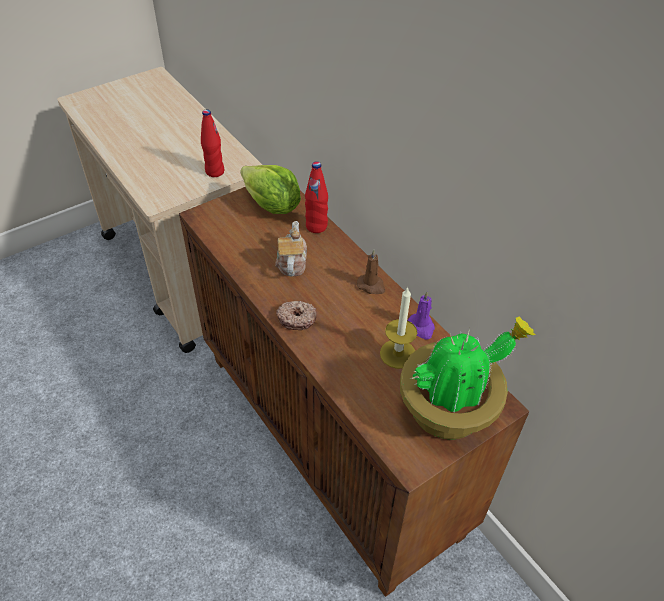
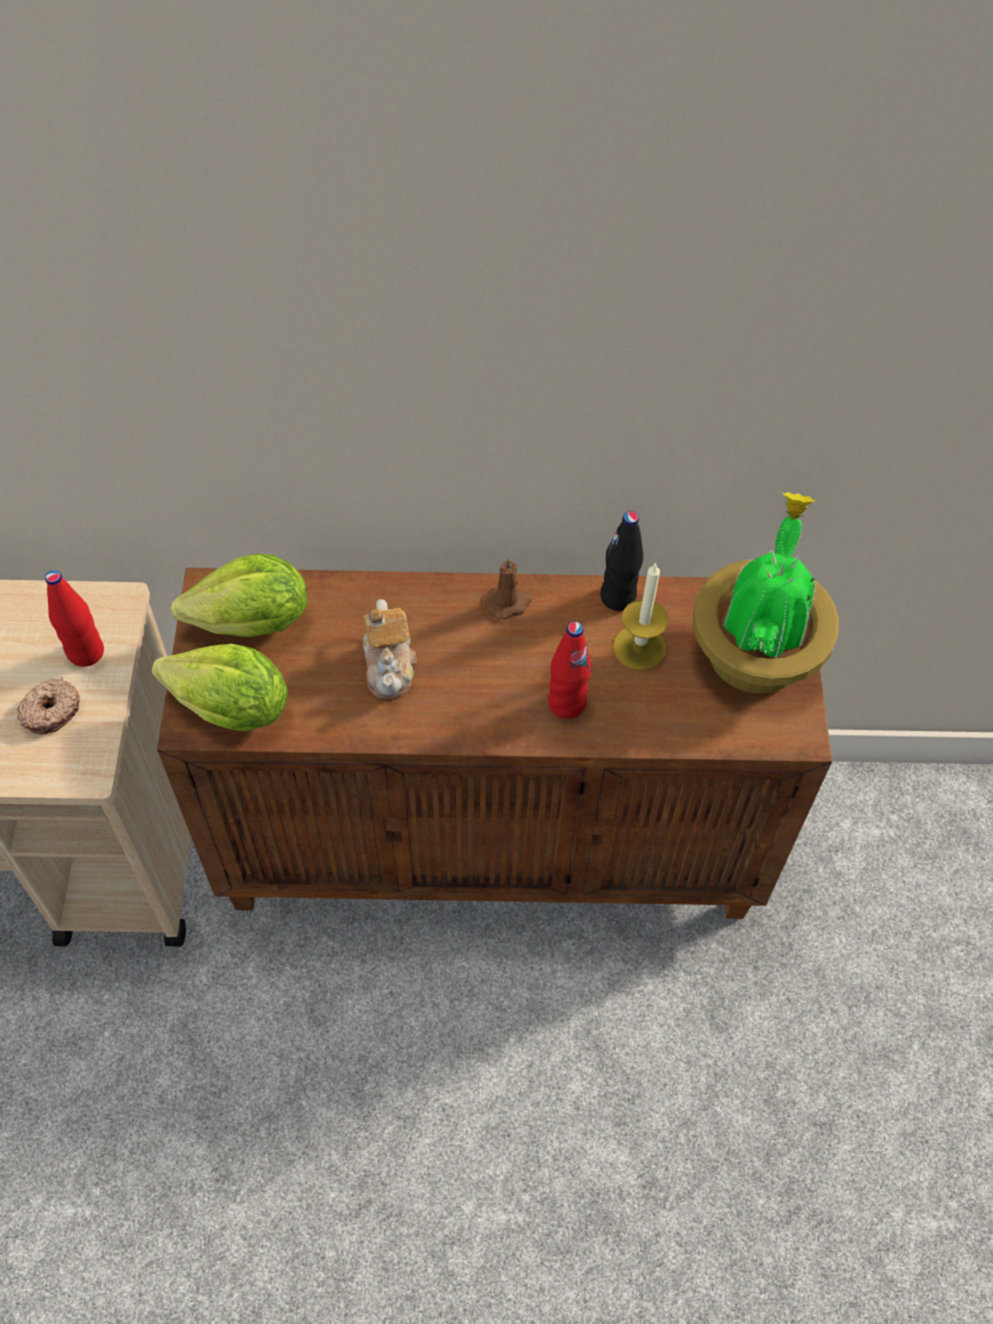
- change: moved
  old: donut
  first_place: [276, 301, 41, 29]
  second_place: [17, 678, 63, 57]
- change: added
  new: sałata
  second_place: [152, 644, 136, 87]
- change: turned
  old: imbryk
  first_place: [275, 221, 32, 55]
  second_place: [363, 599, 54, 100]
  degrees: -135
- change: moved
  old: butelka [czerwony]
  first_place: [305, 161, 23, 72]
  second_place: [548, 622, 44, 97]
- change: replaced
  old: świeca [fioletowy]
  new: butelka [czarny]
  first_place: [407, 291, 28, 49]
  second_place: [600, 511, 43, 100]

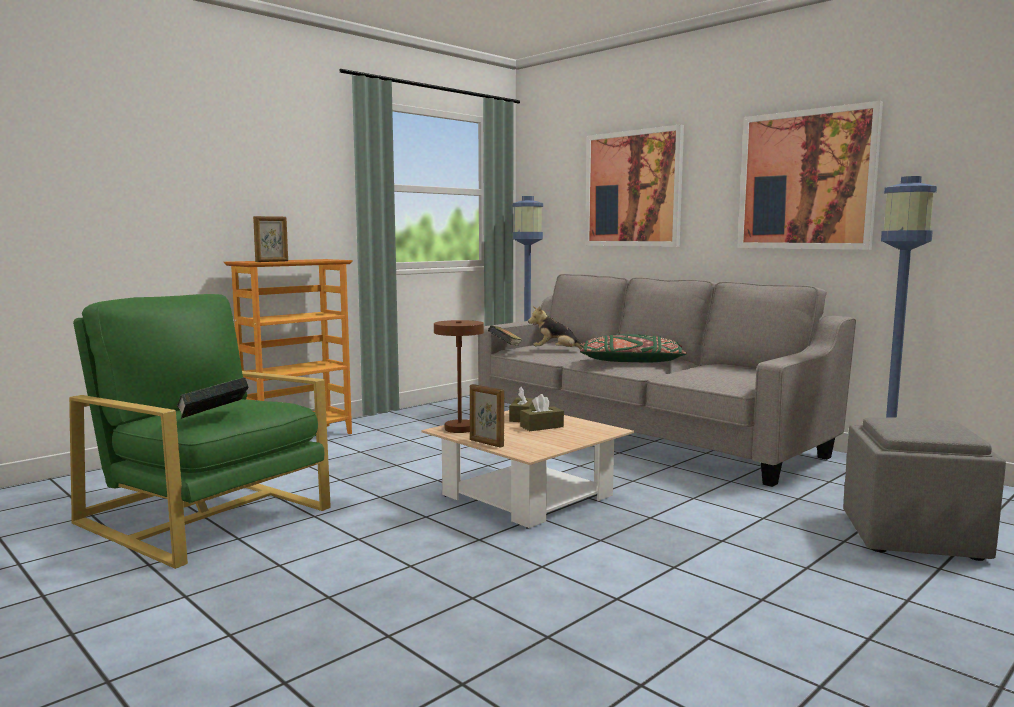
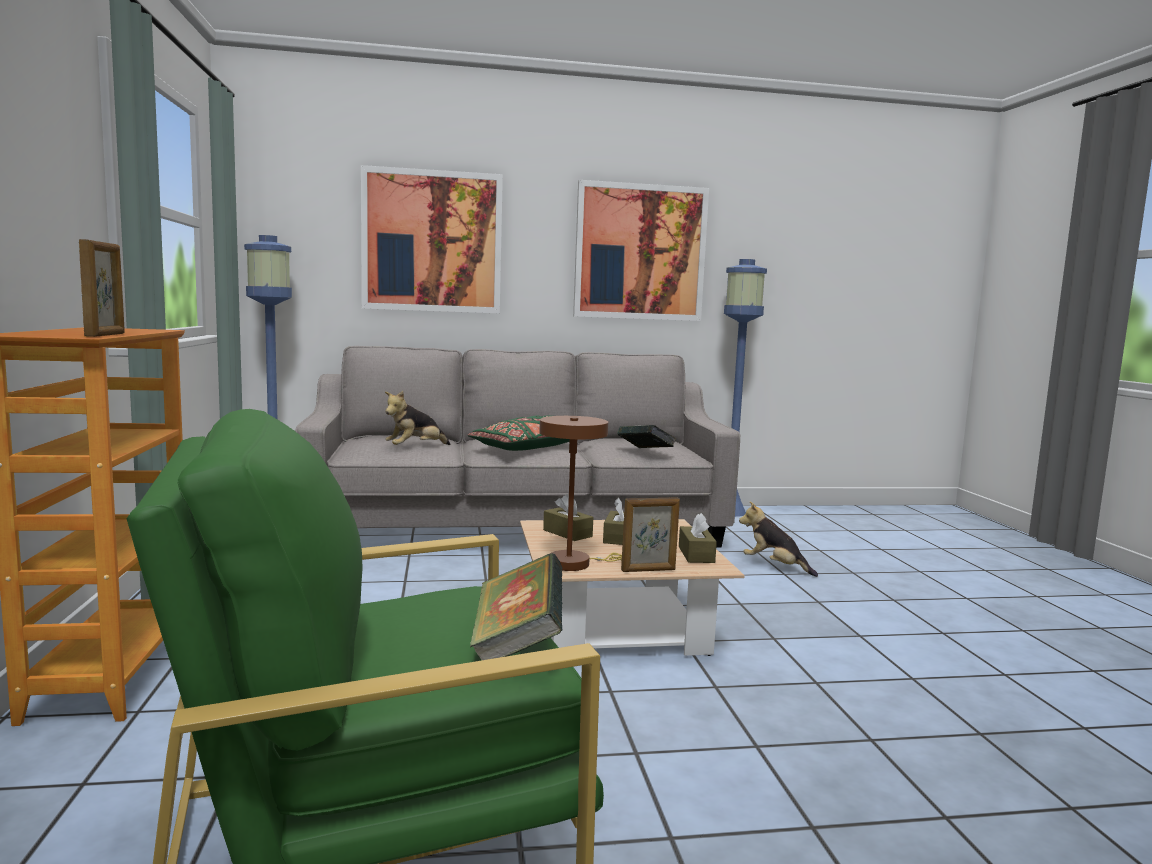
- change: moved
  old: książka
  first_place: [488, 325, 35, 21]
  second_place: [617, 425, 59, 23]
- change: added
  new: pudełko chusteczek [brązowy]
  second_place: [679, 513, 38, 50]
- change: added
  new: pluszak
  second_place: [739, 502, 79, 75]
- change: removed
  old: pufa [szary]
  first_place: [843, 417, 163, 144]

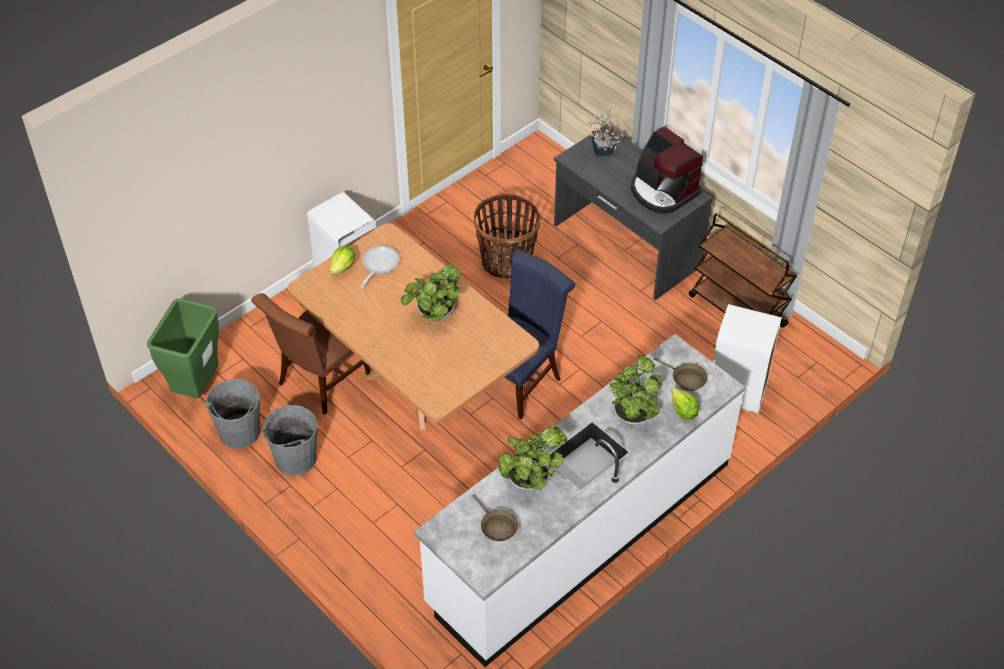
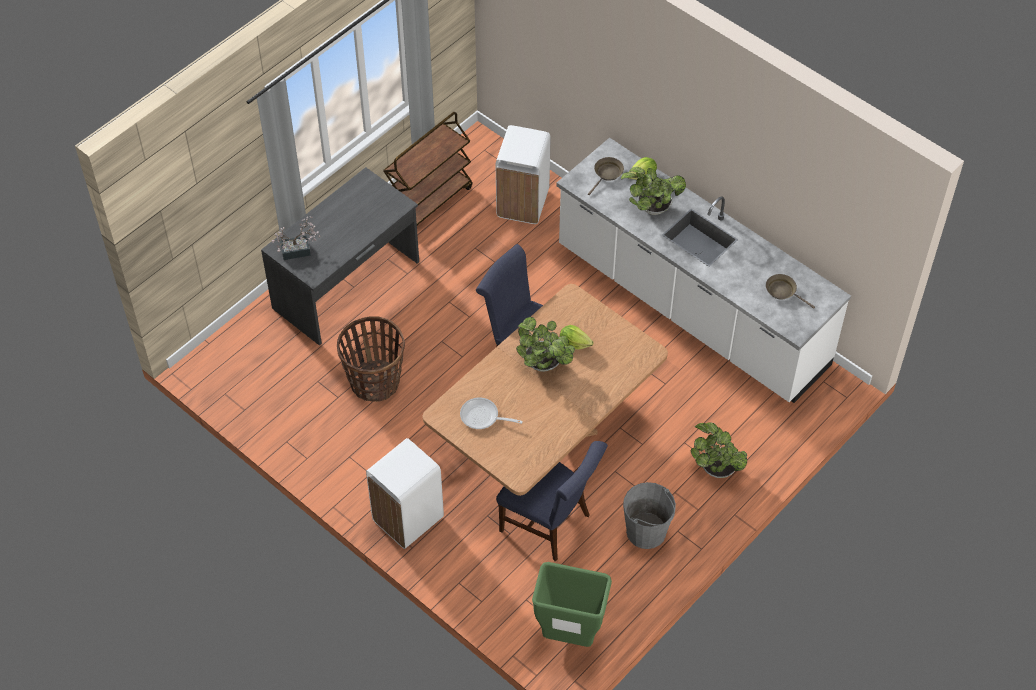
- change: recoloured
  old: krzesło [brązowy]
  new: krzesło [niebieski]
  first_place: [251, 293, 119, 122]
  second_place: [496, 441, 112, 120]
- change: moved
  old: sałata
  first_place: [330, 246, 25, 29]
  second_place: [560, 325, 33, 25]
- change: moved
  old: roślina doniczkowa
  first_place: [499, 427, 68, 64]
  second_place: [691, 422, 56, 56]
- change: turned
  old: patelnia [brązowy]
  first_place: [473, 495, 45, 46]
  second_place: [766, 274, 49, 34]
  degrees: -105
- change: removed
  old: wiadro [szary]
  first_place: [206, 379, 54, 70]
- change: removed
  old: ekspres do kawy
  first_place: [631, 126, 72, 88]

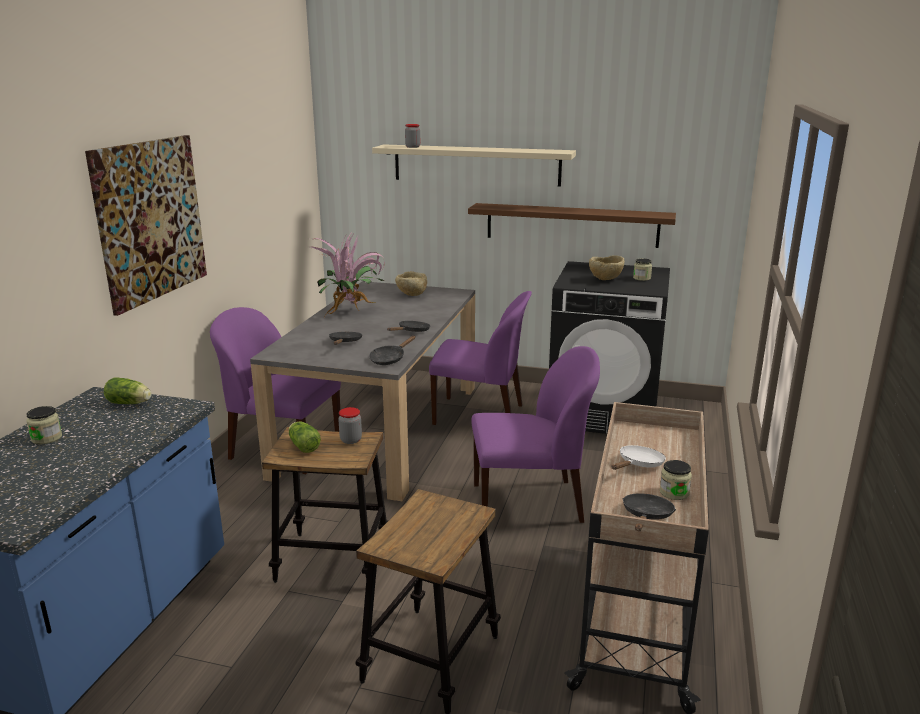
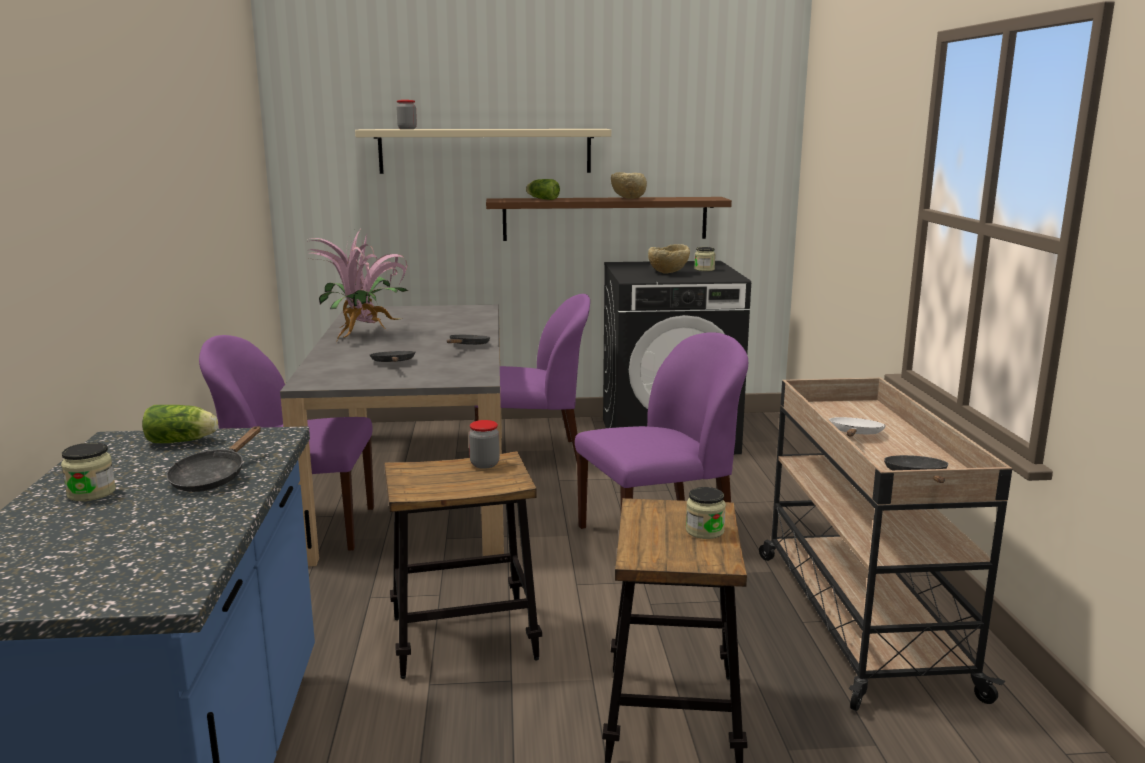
- change: moved
  old: patelnia [czarny]
  first_place: [369, 336, 47, 29]
  second_place: [166, 426, 95, 66]
- change: moved
  old: sałata
  first_place: [289, 421, 32, 32]
  second_place: [526, 179, 34, 21]
- change: moved
  old: miska [beżowy]
  first_place: [395, 271, 32, 25]
  second_place: [611, 172, 36, 27]
- change: moved
  old: słoik
  first_place: [660, 460, 32, 40]
  second_place: [686, 487, 40, 52]
- change: removed
  old: obraz
  first_place: [85, 135, 122, 181]

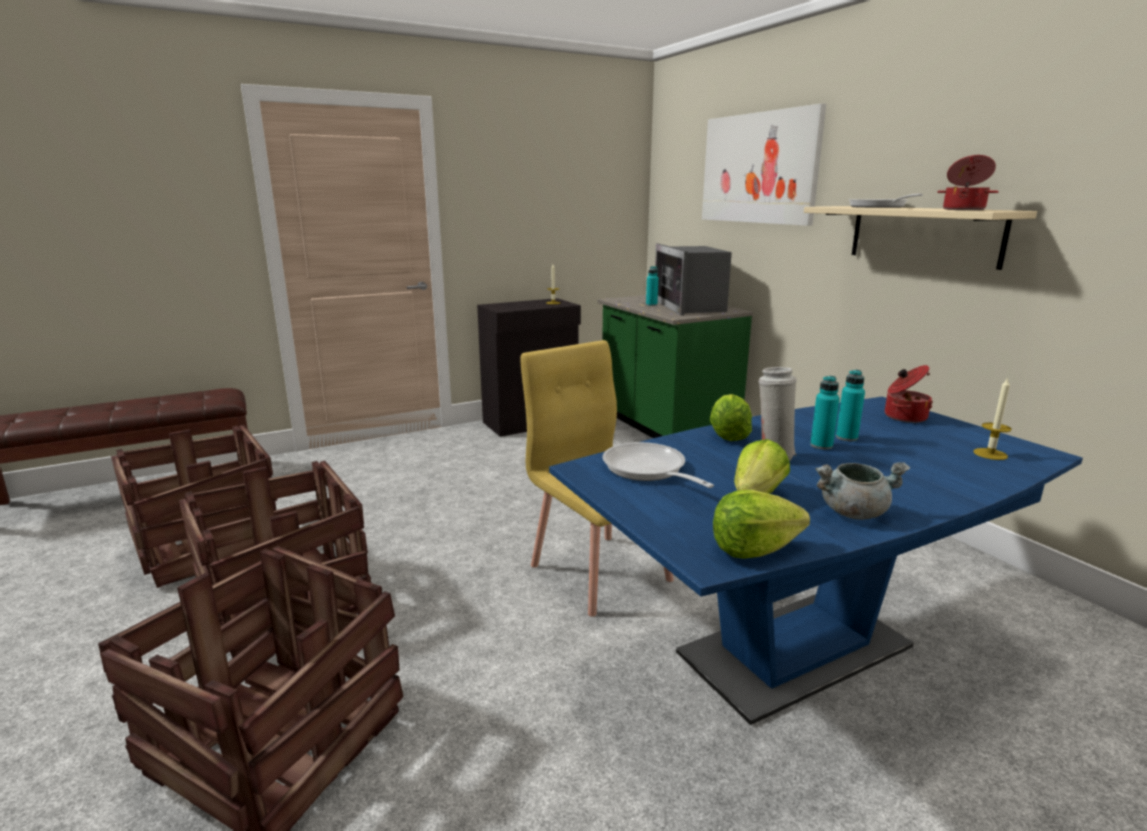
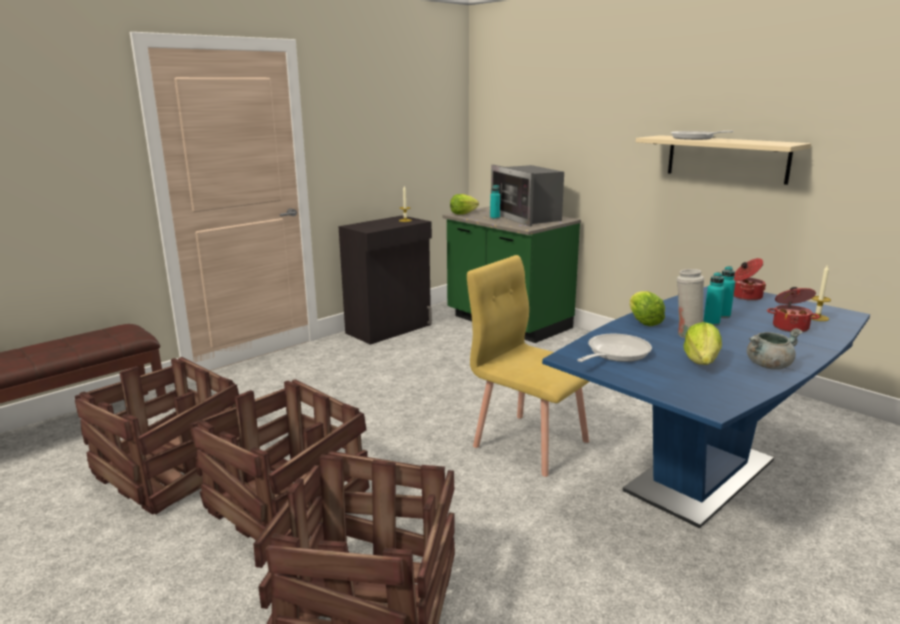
- change: moved
  old: sałata
  first_place: [713, 490, 97, 69]
  second_place: [450, 194, 29, 21]
- change: turned
  old: patelnia
  first_place: [602, 442, 112, 46]
  second_place: [577, 334, 75, 28]
  degrees: 90
- change: moved
  old: garnek
  first_place: [937, 155, 62, 55]
  second_place: [767, 287, 53, 45]
- change: removed
  old: obraz
  first_place: [702, 103, 124, 123]

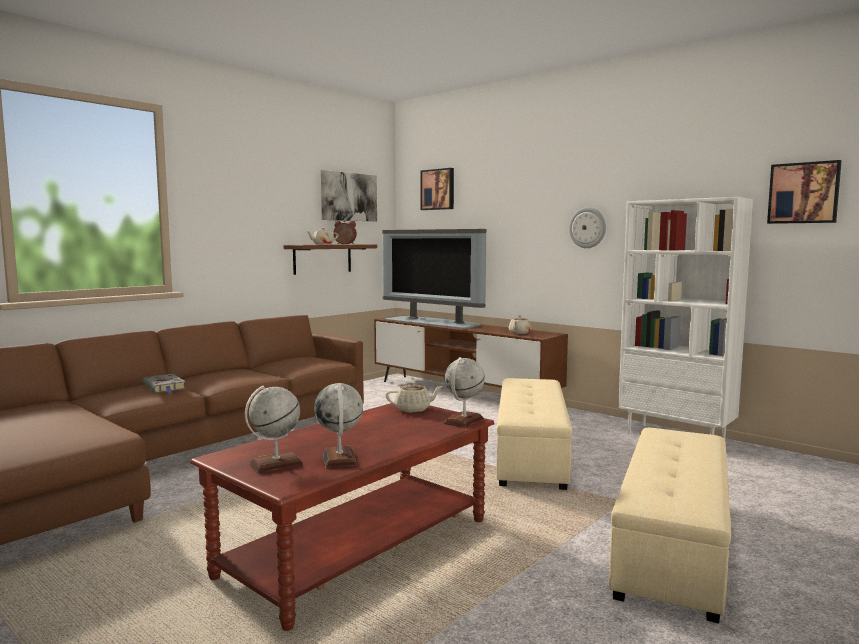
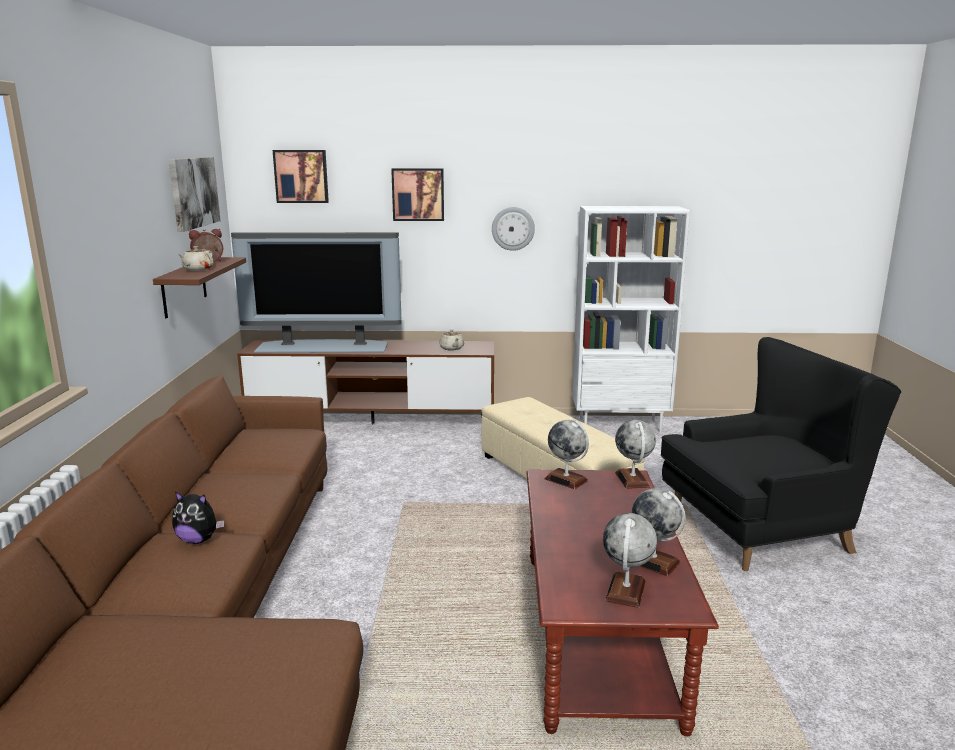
- change: replaced
  old: książka [szary]
  new: pluszak
  first_place: [142, 374, 44, 20]
  second_place: [172, 491, 52, 53]
- change: moved
  old: obraz
  first_place: [767, 160, 75, 64]
  second_place: [391, 168, 53, 53]
- change: replaced
  old: imbryk [beżowy]
  new: globus
  first_place: [386, 382, 57, 30]
  second_place: [544, 420, 45, 69]
- change: replaced
  old: pufa [beżowy]
  new: fotel [czarny]
  first_place: [609, 428, 122, 195]
  second_place: [661, 337, 240, 234]

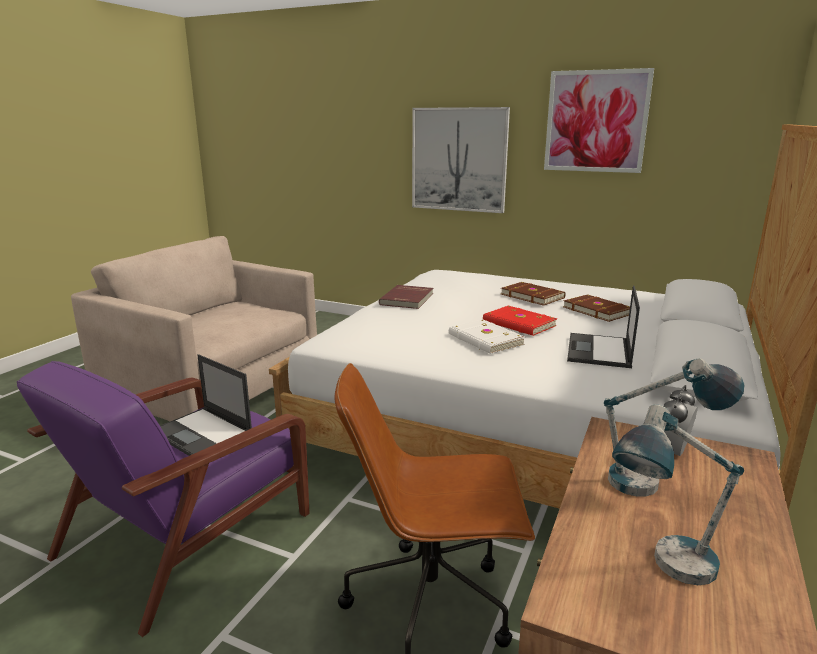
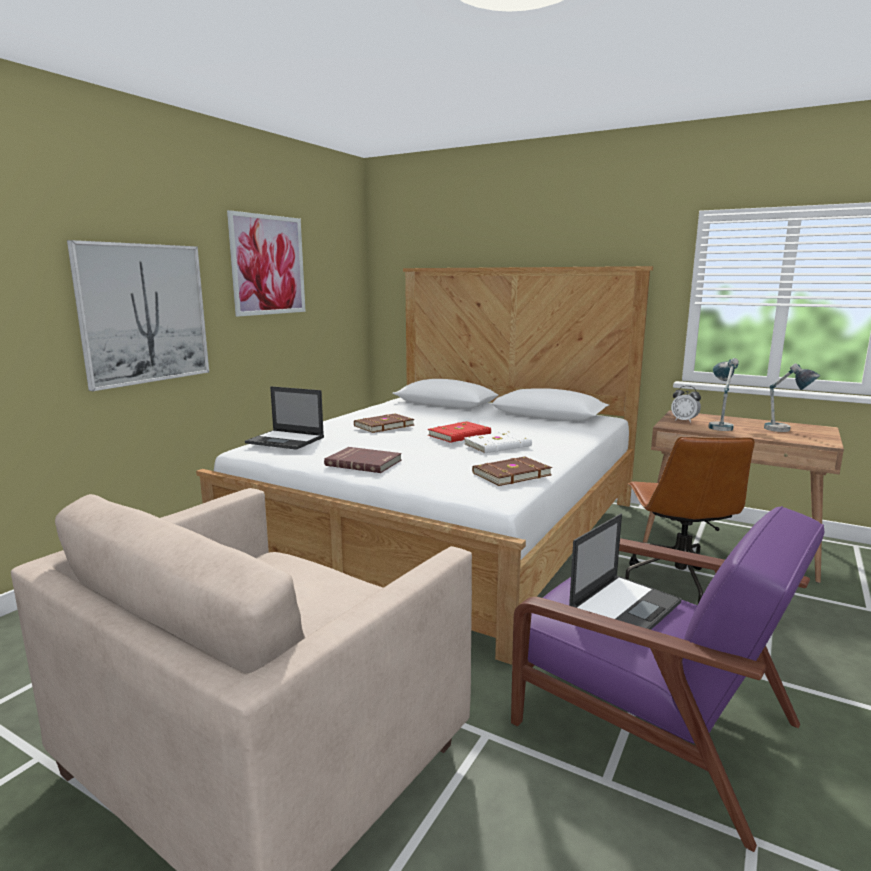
- change: moved
  old: laptop
  first_place: [567, 286, 73, 82]
  second_place: [245, 386, 79, 64]
- change: moved
  old: książka [brązowy]
  first_place: [563, 294, 67, 28]
  second_place: [472, 457, 80, 29]

